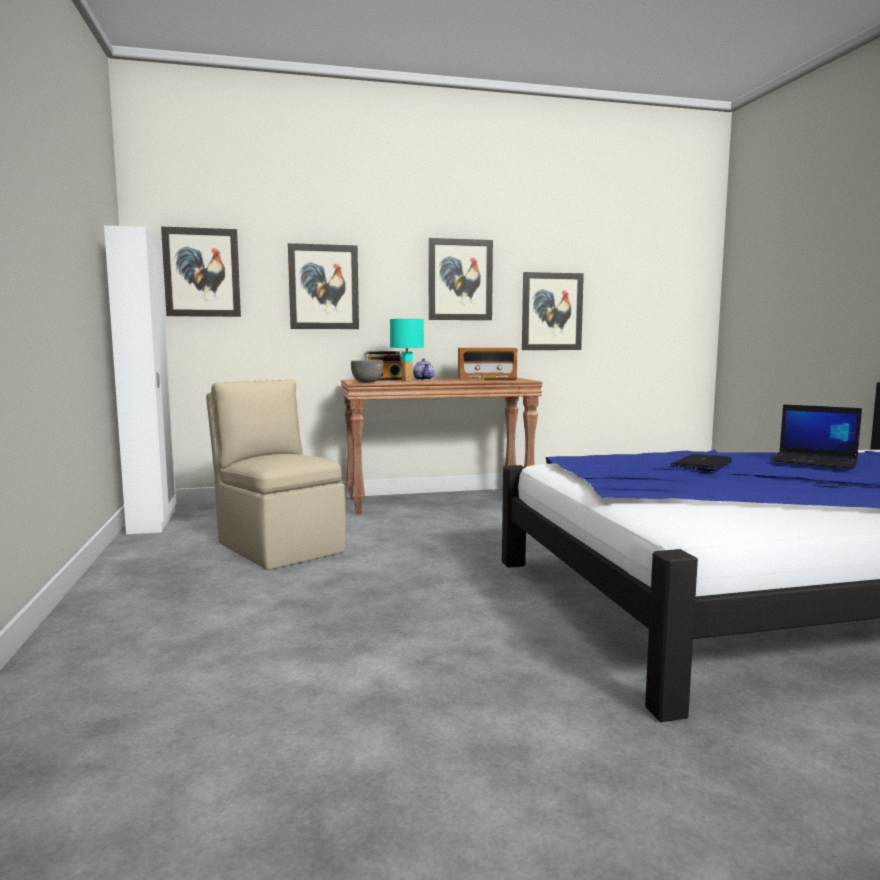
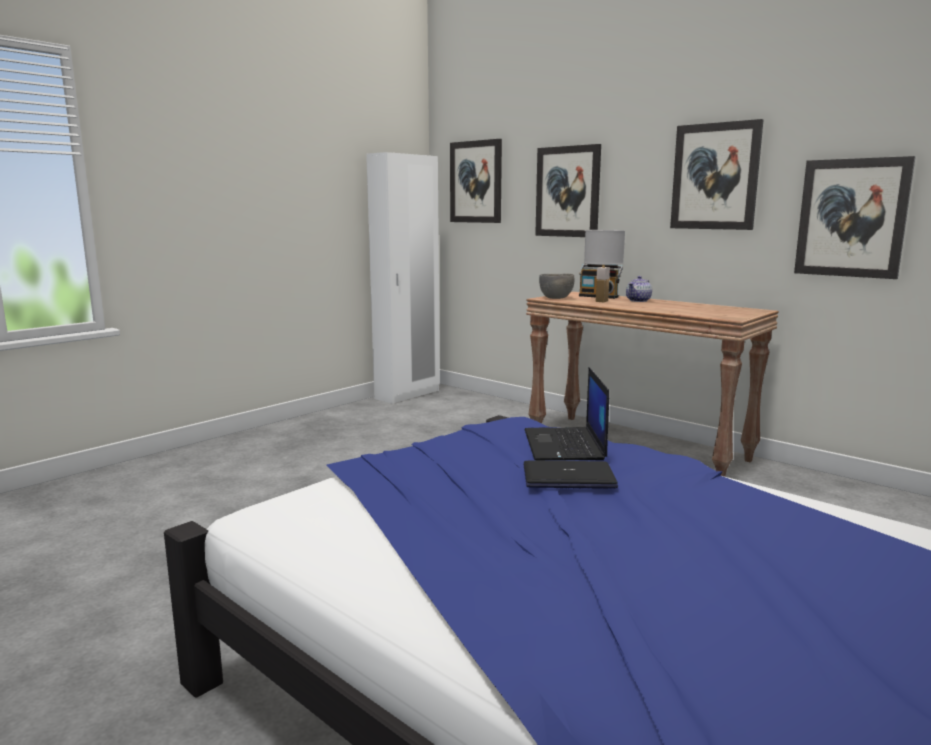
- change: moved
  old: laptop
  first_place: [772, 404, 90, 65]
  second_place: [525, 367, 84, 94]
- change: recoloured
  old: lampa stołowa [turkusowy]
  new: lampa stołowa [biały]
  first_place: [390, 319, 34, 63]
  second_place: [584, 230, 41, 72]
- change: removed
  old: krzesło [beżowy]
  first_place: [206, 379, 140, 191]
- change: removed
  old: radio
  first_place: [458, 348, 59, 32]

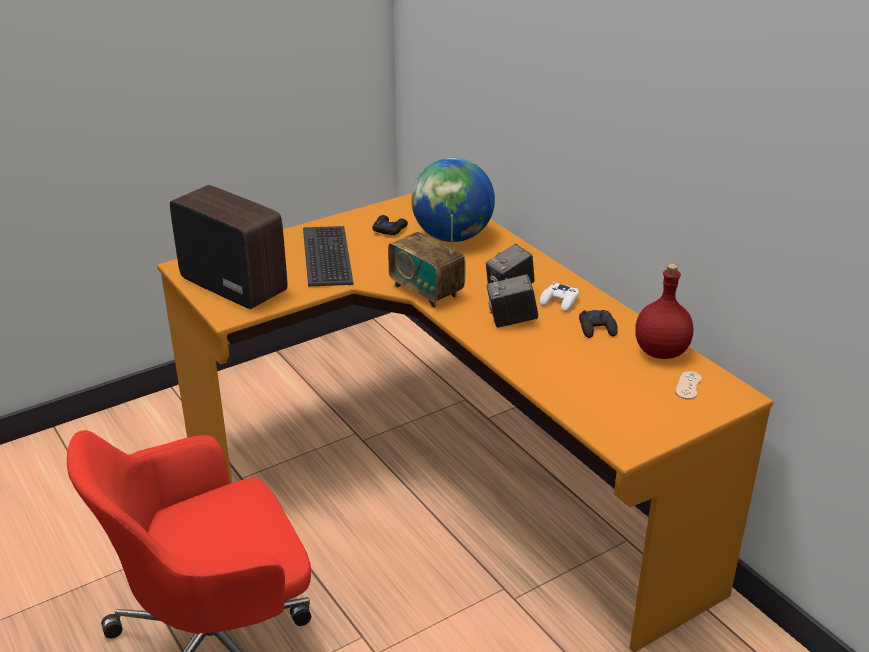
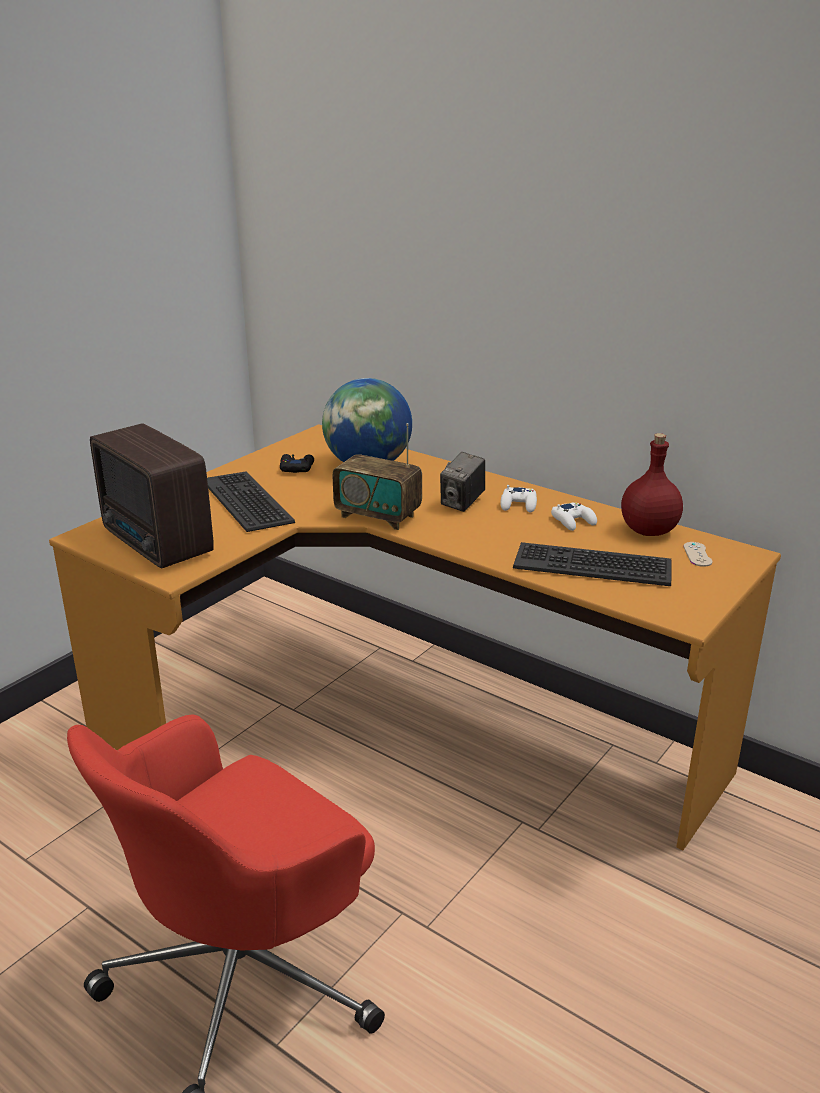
- change: turned
  old: radio
  first_place: [170, 185, 117, 124]
  second_place: [90, 423, 124, 145]
  degrees: -150
- change: added
  new: klawiatura
  second_place: [513, 542, 159, 44]
- change: recoloured
  old: pad do gier [czarny]
  new: pad do gier [biały]
  first_place: [579, 310, 39, 28]
  second_place: [551, 503, 46, 28]
- change: removed
  old: aparat fotograficzny
  first_place: [487, 274, 51, 54]

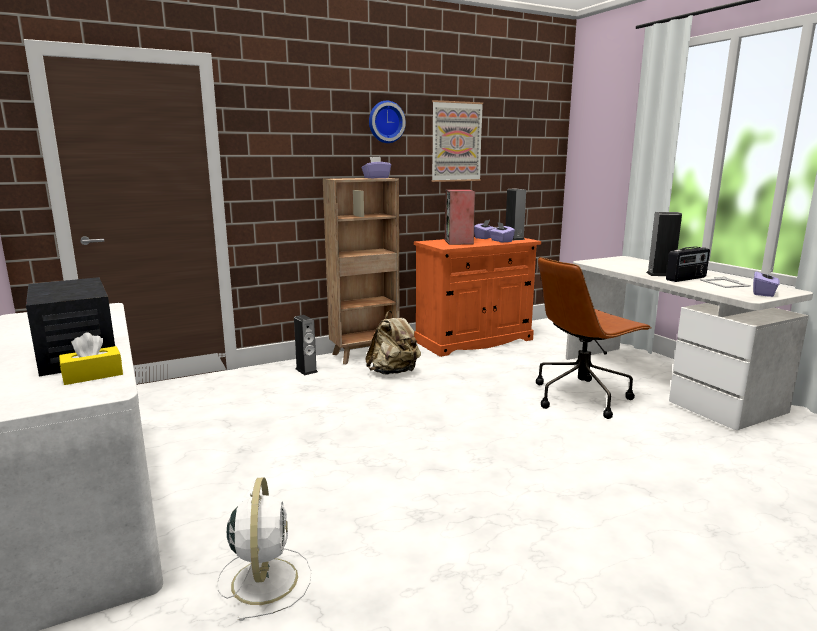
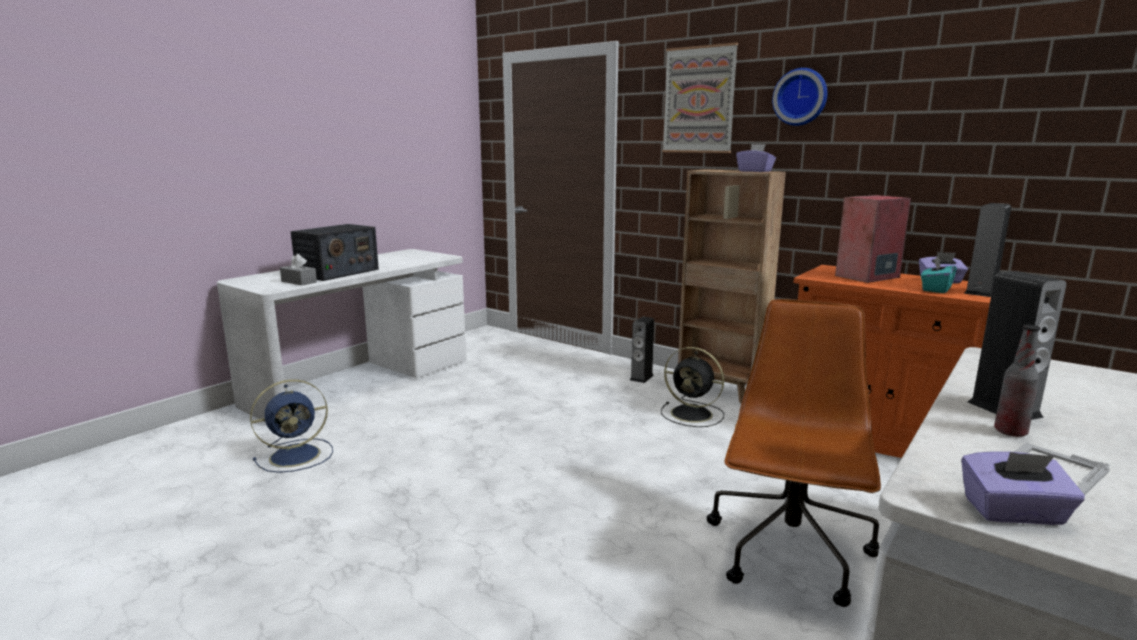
- change: recoloured
  old: wentylator [biały]
  new: wentylator [niebieski]
  first_place: [217, 477, 94, 144]
  second_place: [250, 379, 83, 94]
- change: recoloured
  old: pudełko chusteczek [żółty]
  new: pudełko chusteczek [szary]
  first_place: [59, 332, 64, 53]
  second_place: [280, 254, 37, 31]
- change: replaced
  old: plecak [beżowy]
  new: wentylator [czarny]
  first_place: [365, 310, 56, 65]
  second_place: [661, 347, 63, 80]
- change: moved
  old: obraz
  first_place: [432, 100, 51, 82]
  second_place: [662, 43, 76, 110]
- change: turned
  old: krzesło biurowe [brązowy]
  first_place: [536, 257, 115, 162]
  second_place: [707, 299, 174, 308]
  degrees: 75
- change: recoloured
  old: pudełko chusteczek [fioletowy]
  new: pudełko chusteczek [turkusowy]
  first_place: [489, 222, 26, 20]
  second_place: [921, 256, 36, 37]
- change: replaced
  old: radio
  new: butelka
  first_place: [666, 247, 44, 35]
  second_place: [994, 325, 47, 112]

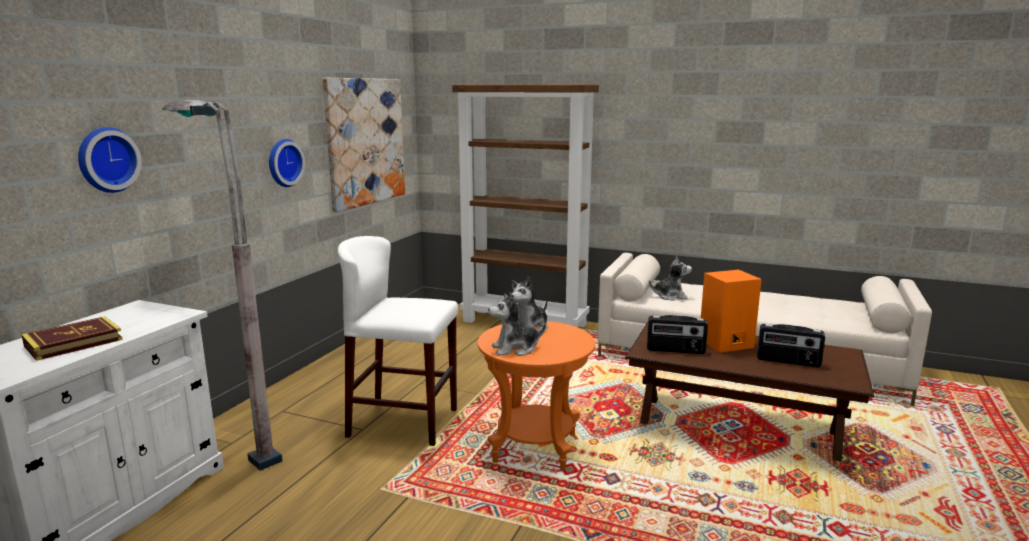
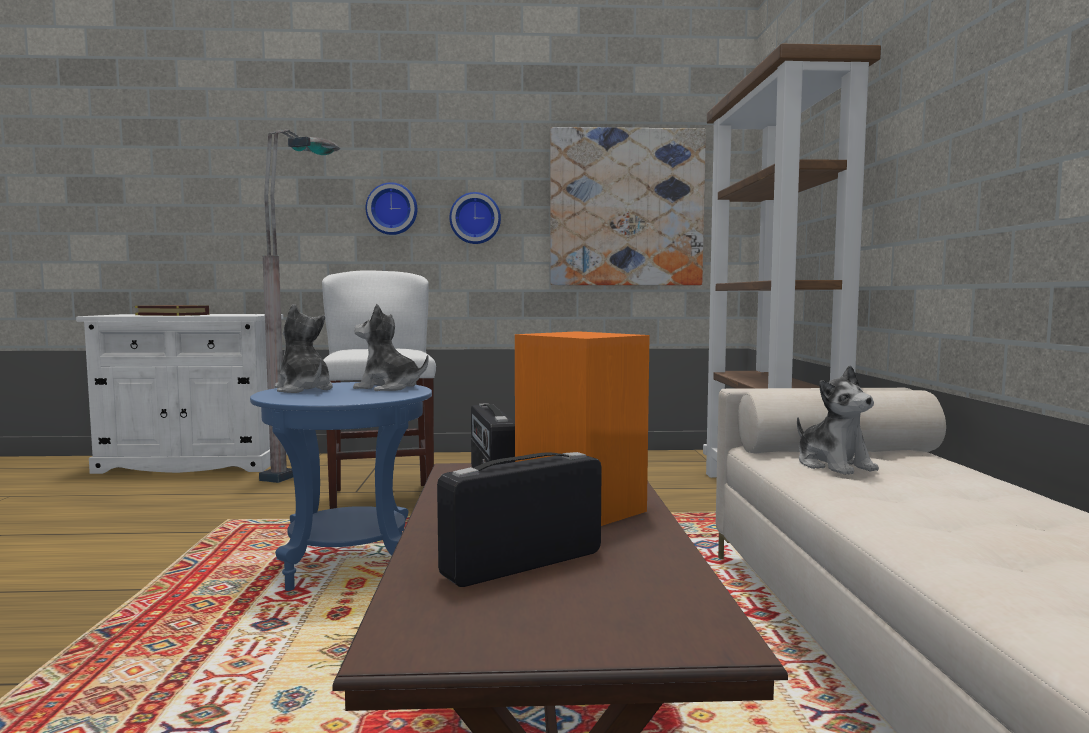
- change: recoloured
  old: stolik [pomarańczowy]
  new: stolik [niebieski]
  first_place: [478, 321, 117, 150]
  second_place: [250, 382, 182, 209]
- change: moved
  old: zegar ścienny
  first_place: [78, 127, 64, 66]
  second_place: [366, 182, 51, 53]
- change: turned
  old: radio
  first_place: [757, 324, 68, 43]
  second_place: [437, 452, 165, 135]
  degrees: 60

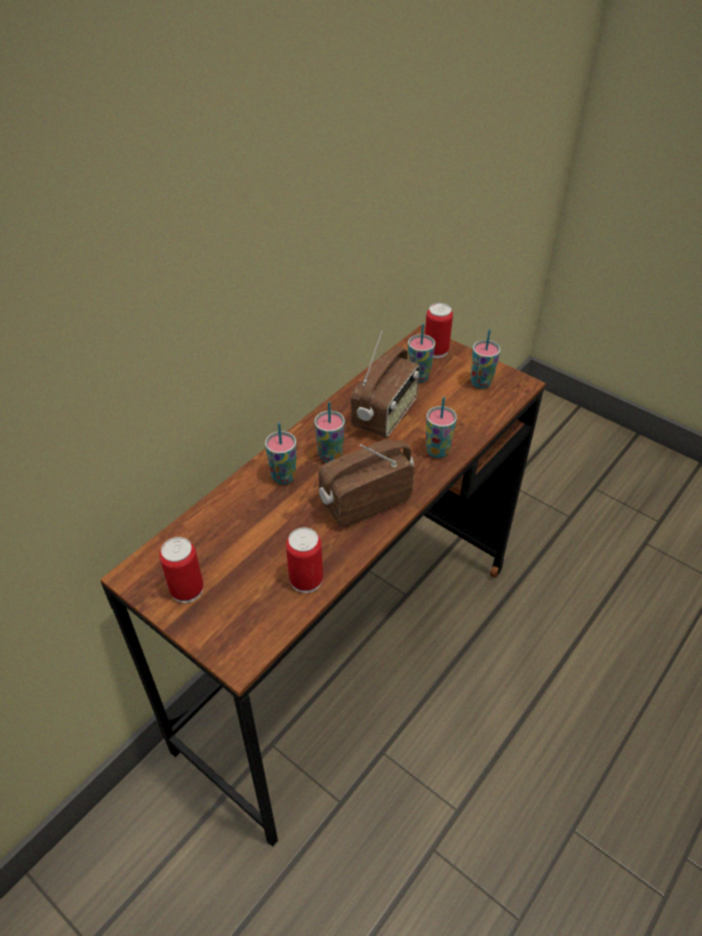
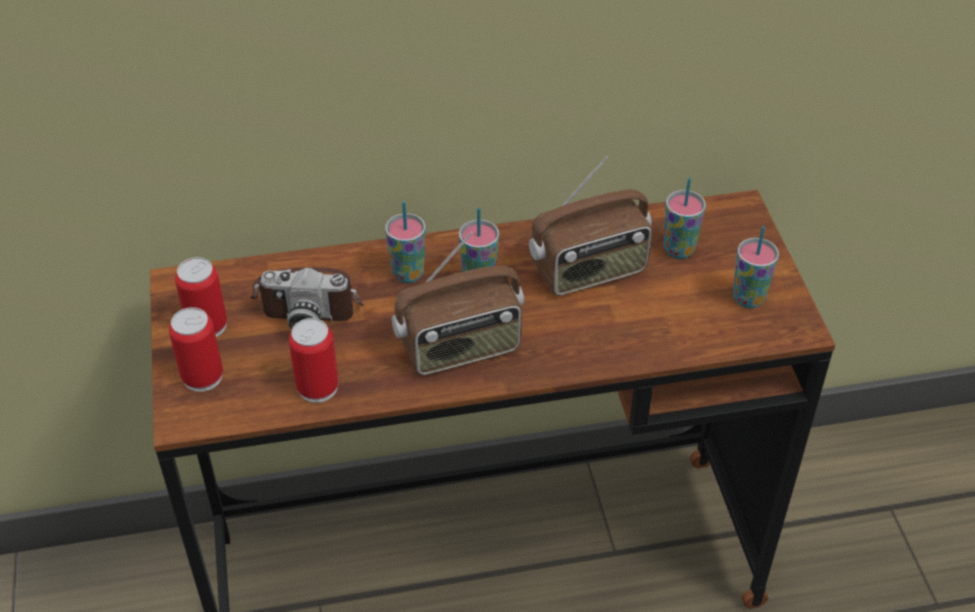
- change: moved
  old: puszka
  first_place: [425, 303, 28, 55]
  second_place: [169, 307, 54, 85]
- change: added
  new: aparat fotograficzny
  second_place: [250, 267, 114, 63]
- change: turned
  old: radio
  first_place: [318, 439, 96, 89]
  second_place: [391, 232, 133, 143]
  degrees: 150
- change: removed
  old: filiżanka
  first_place: [426, 397, 31, 61]

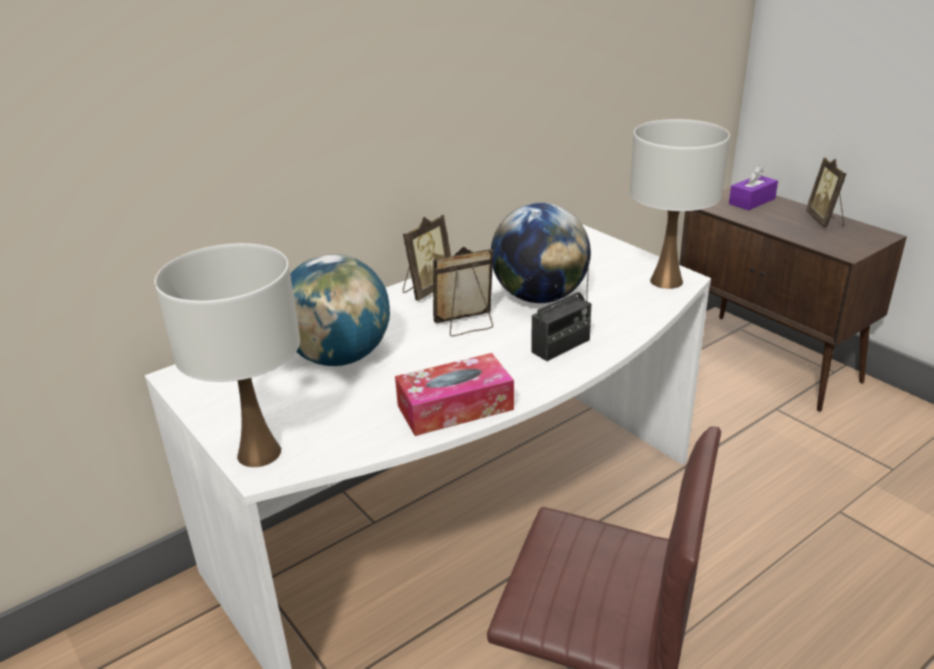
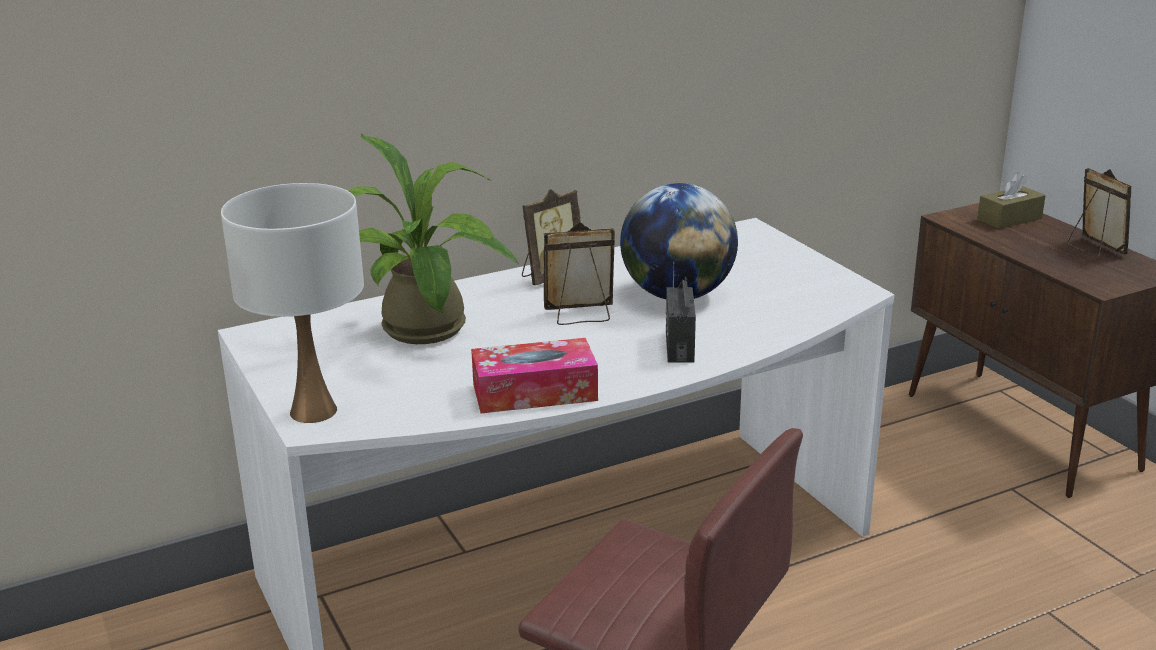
- change: replaced
  old: globus
  new: roślina doniczkowa
  first_place: [290, 254, 100, 112]
  second_place: [348, 134, 171, 210]
- change: turned
  old: radio
  first_place: [531, 260, 60, 101]
  second_place: [665, 262, 31, 101]
  degrees: 120
- change: recoloured
  old: pudełko chusteczek [fioletowy]
  new: pudełko chusteczek [brązowy]
  first_place: [729, 165, 49, 45]
  second_place: [977, 172, 69, 57]
- change: turned
  old: ramka na zdjęcie
  first_place: [806, 158, 41, 70]
  second_place: [1067, 168, 64, 91]
  degrees: 150
- change: removed
  old: lampa stołowa [biały]
  first_place: [630, 119, 100, 170]

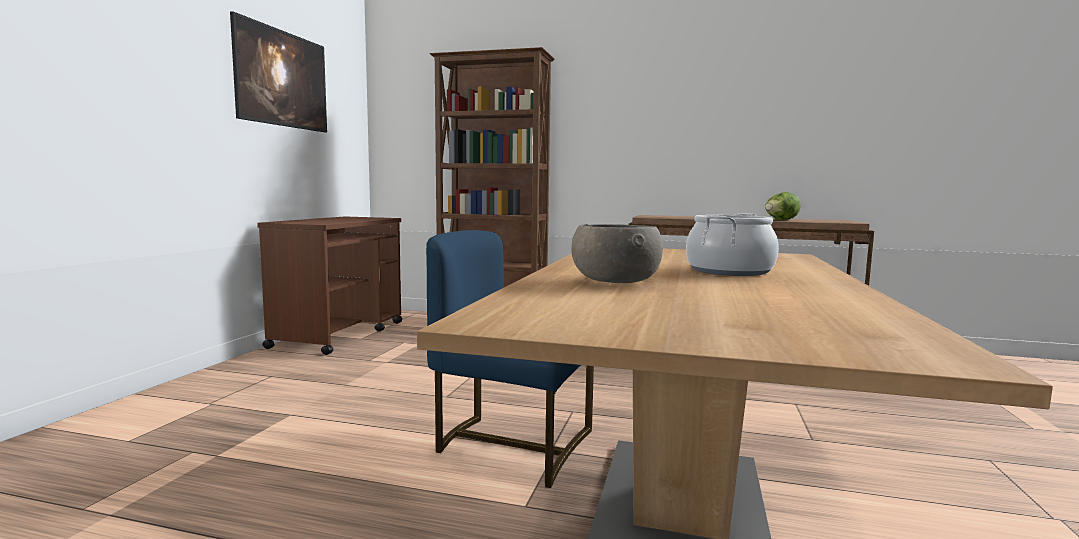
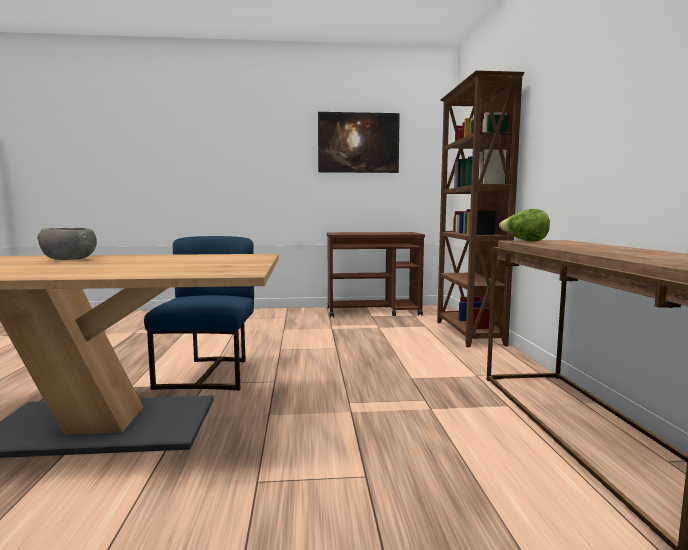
- change: moved
  old: sałata
  first_place: [765, 192, 36, 28]
  second_place: [499, 209, 51, 33]
- change: removed
  old: garnek
  first_place: [686, 213, 93, 63]

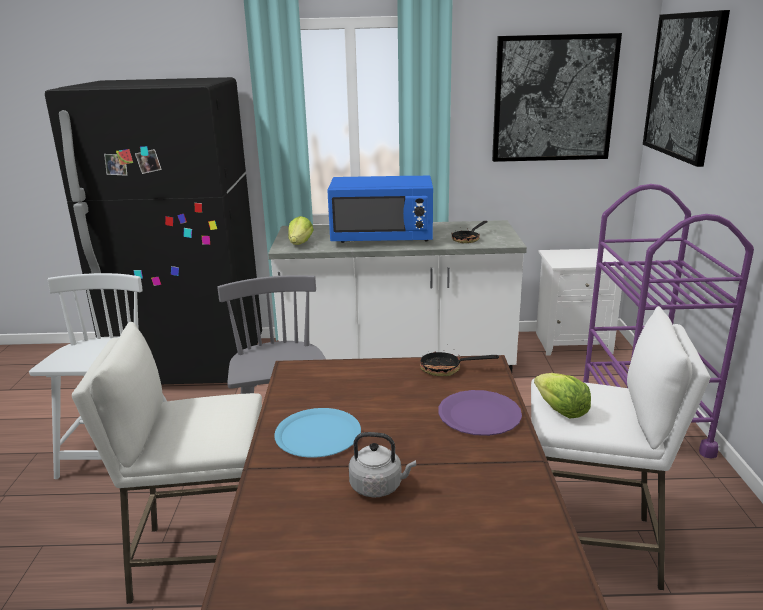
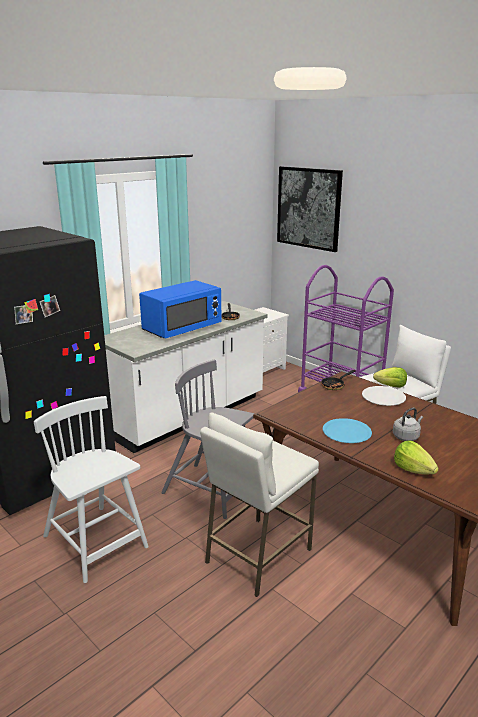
- change: recoloured
  old: talerz [fioletowy]
  new: talerz [biały]
  first_place: [438, 390, 84, 46]
  second_place: [362, 386, 44, 20]
- change: moved
  old: sałata
  first_place: [288, 216, 26, 29]
  second_place: [394, 440, 45, 34]
- change: removed
  old: obraz
  first_place: [492, 33, 130, 129]

